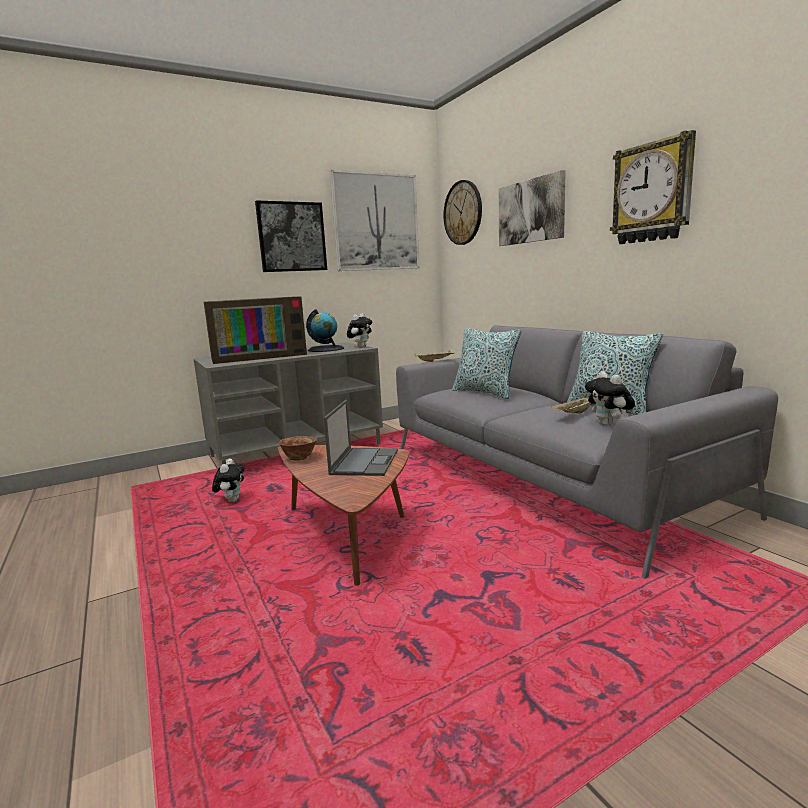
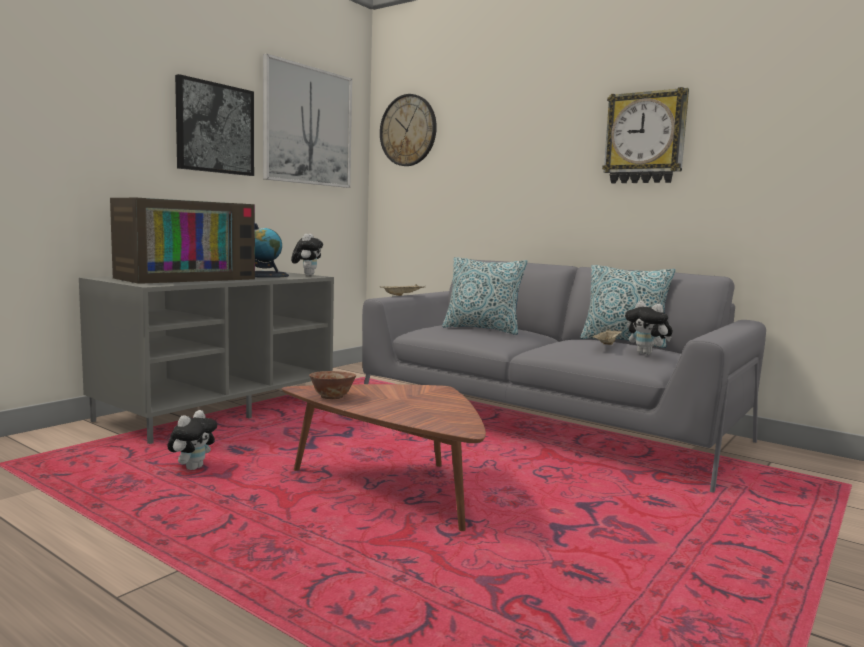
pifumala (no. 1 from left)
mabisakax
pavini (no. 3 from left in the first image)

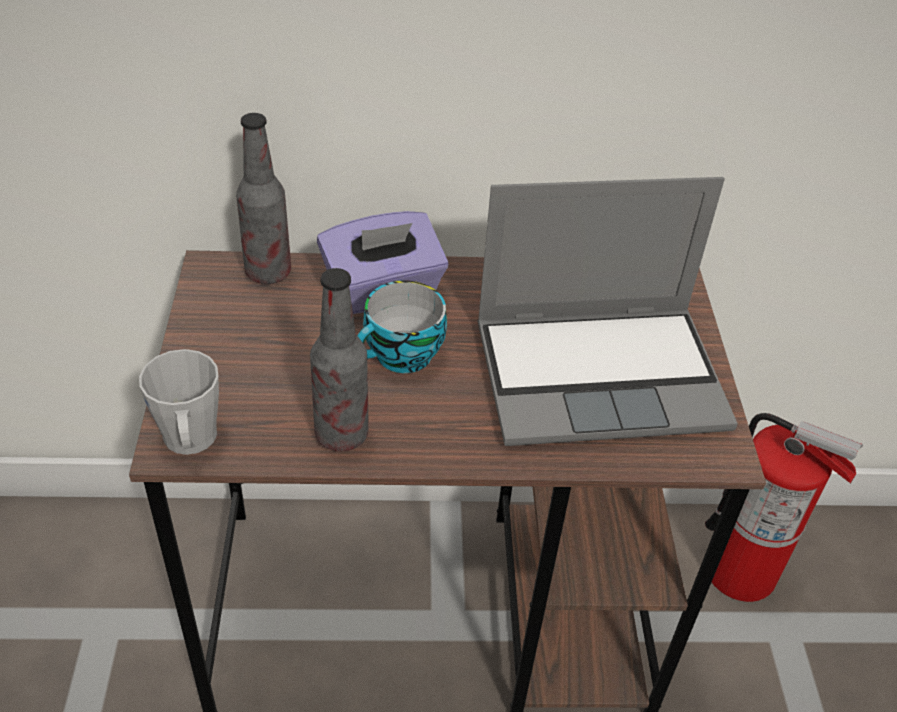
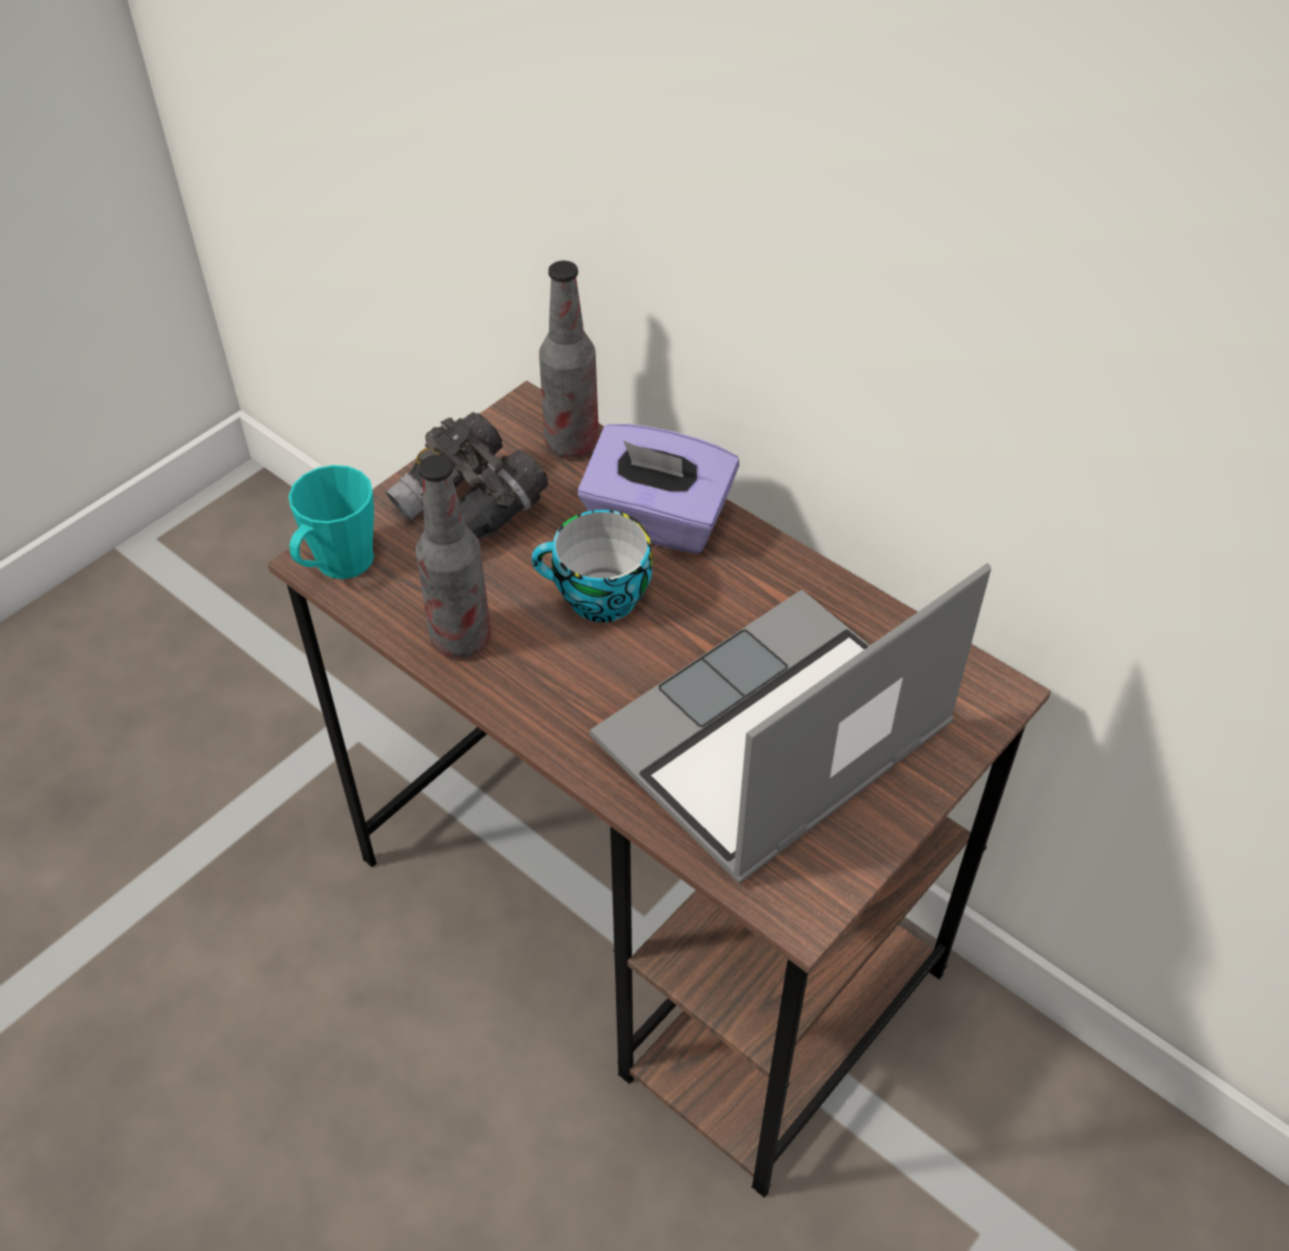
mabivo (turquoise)
mabisakax
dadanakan
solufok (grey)

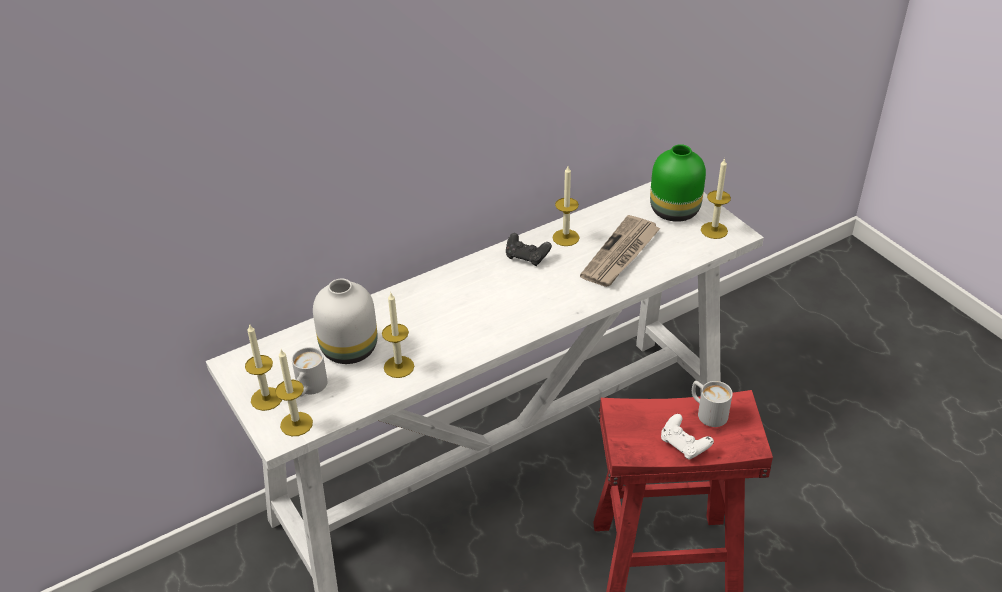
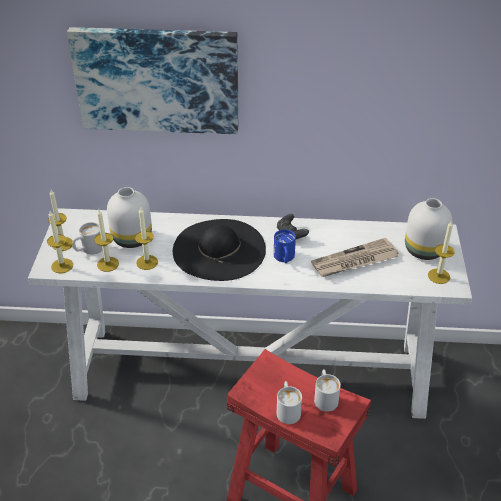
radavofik (no. 3 from left)
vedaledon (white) (no. 2 from left)
mabivo (white) (no. 2 from left)
pavini
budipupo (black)
mabivo (blue)

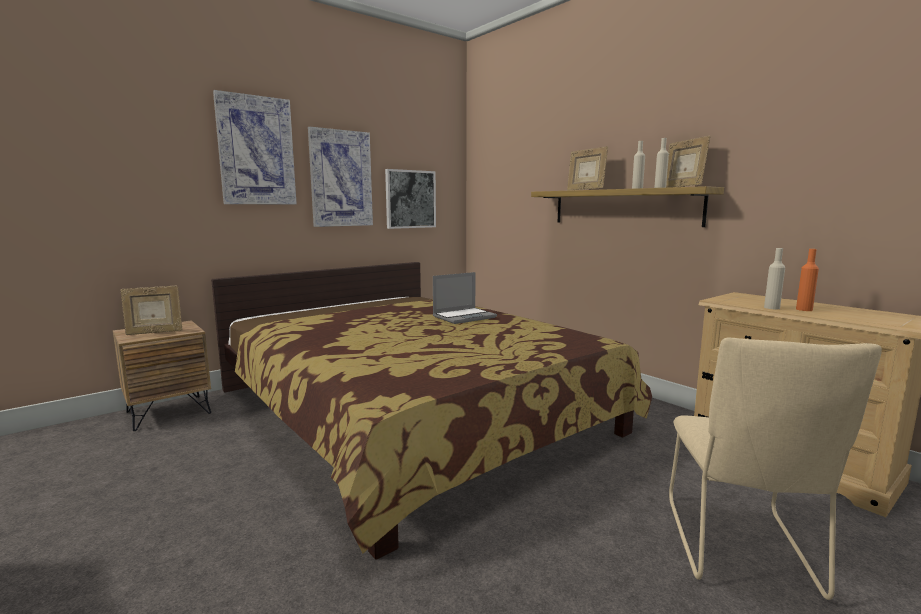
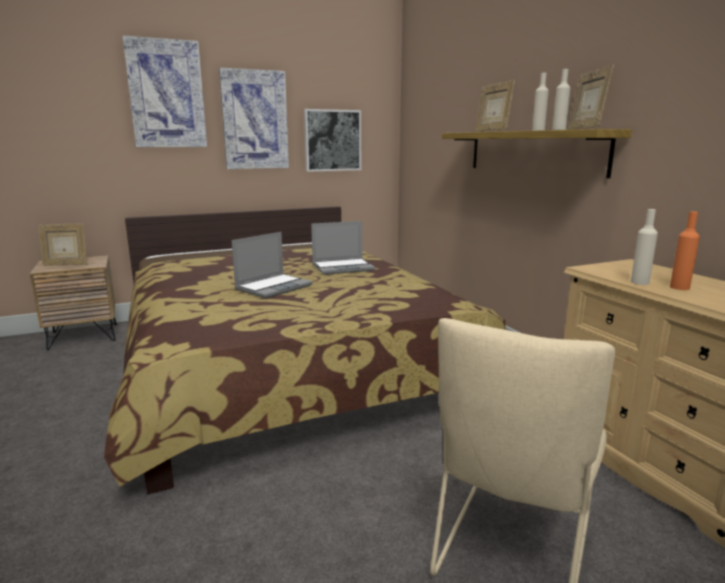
mabisakax (no. 1 from left)

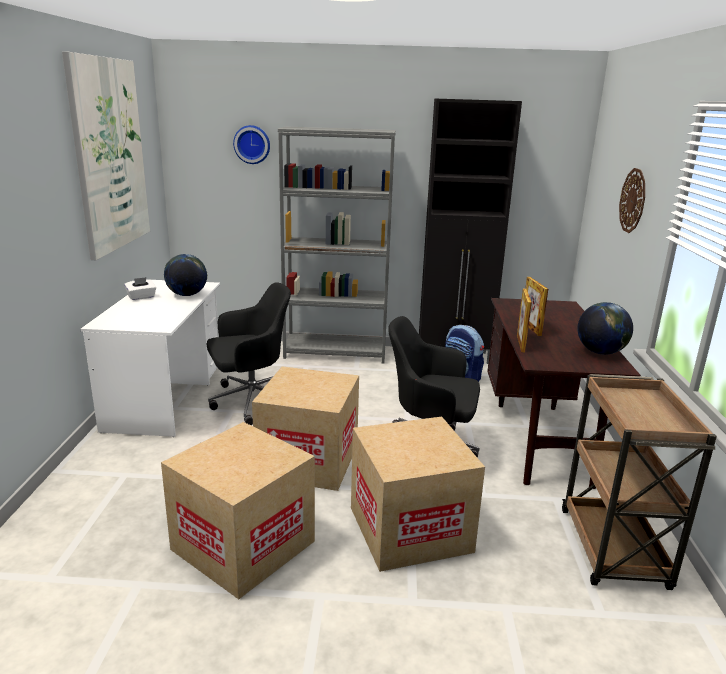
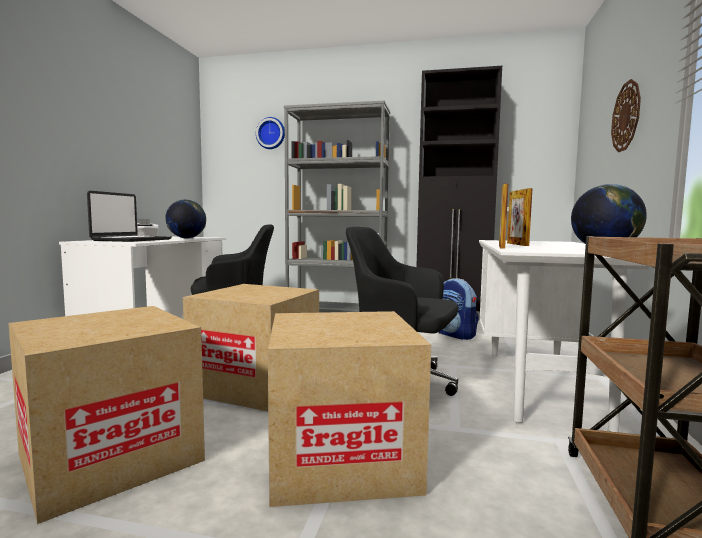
pavini
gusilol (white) (no. 2 from left)
mabisakax

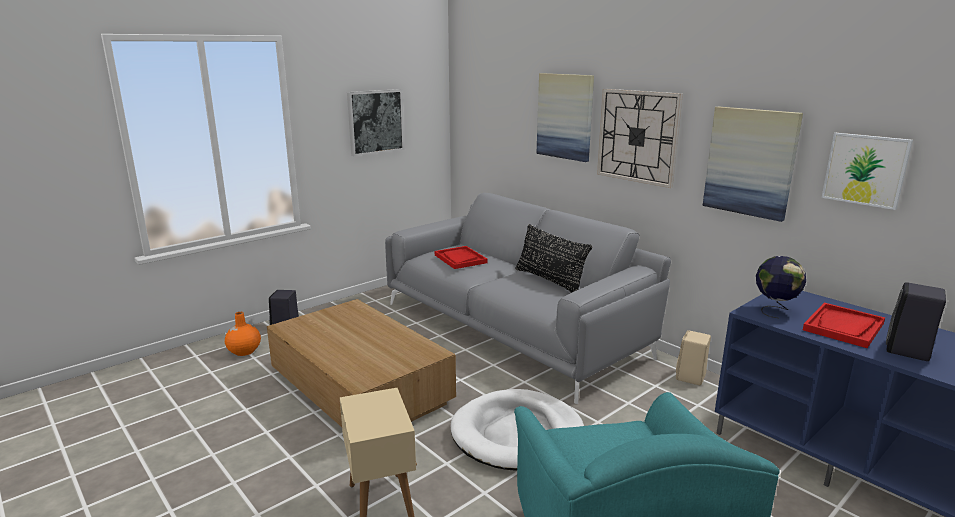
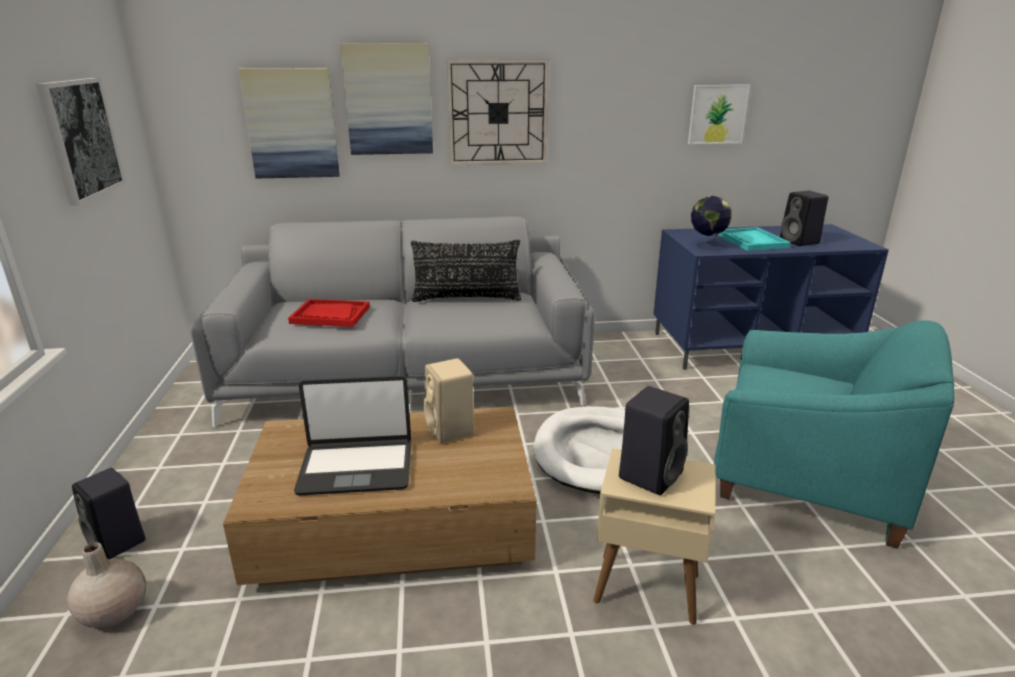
vedaledon (beige)
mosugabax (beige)
pavini (no. 2 from left)
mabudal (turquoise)
mabisakax
mosugabax (black) (no. 2 from left)

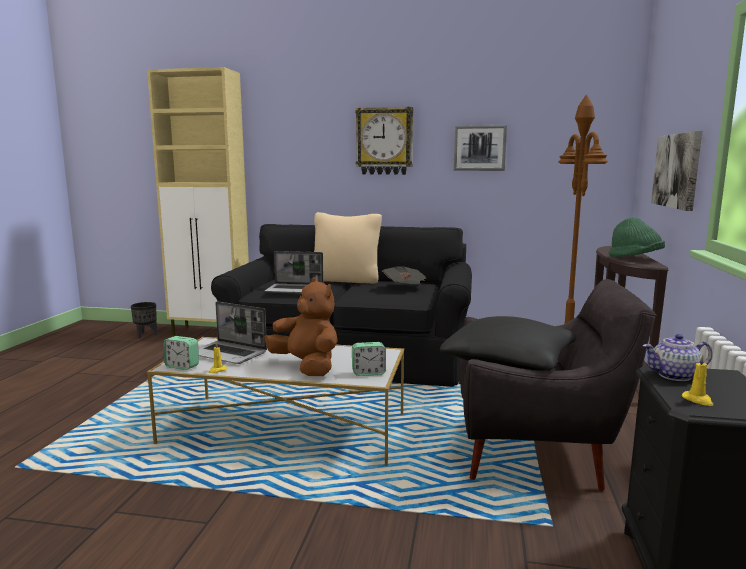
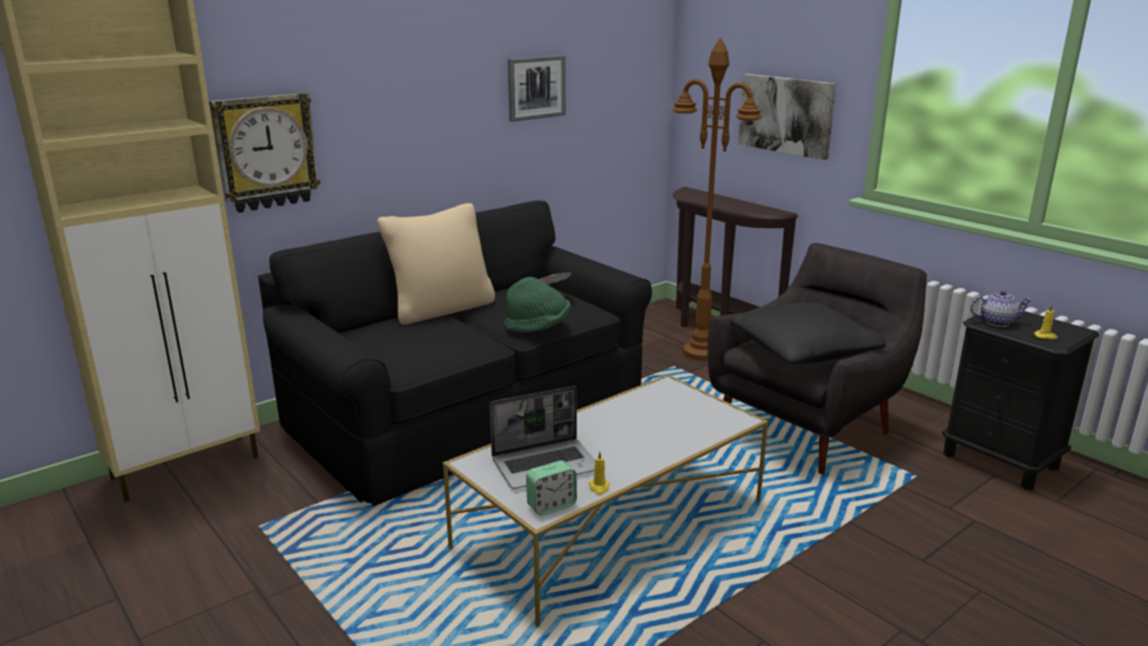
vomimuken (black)
pifumala (brown)
mabisakax (no. 2 from left in the first image)
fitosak (no. 2 from left in the first image)
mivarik
budipupo (green)
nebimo

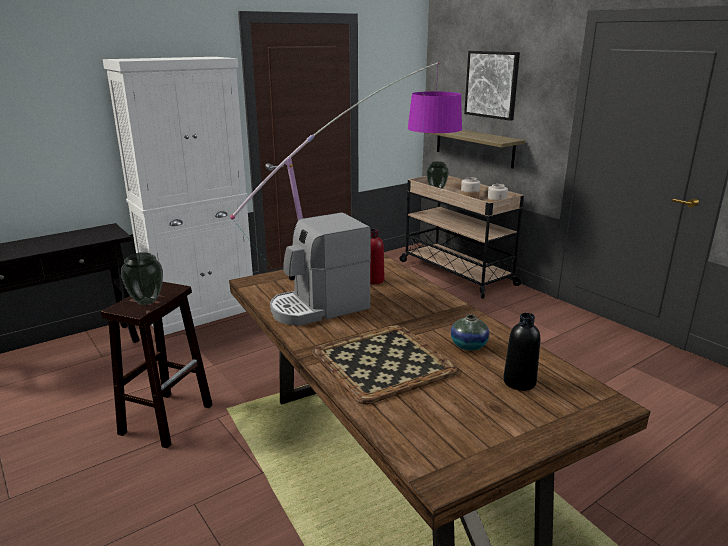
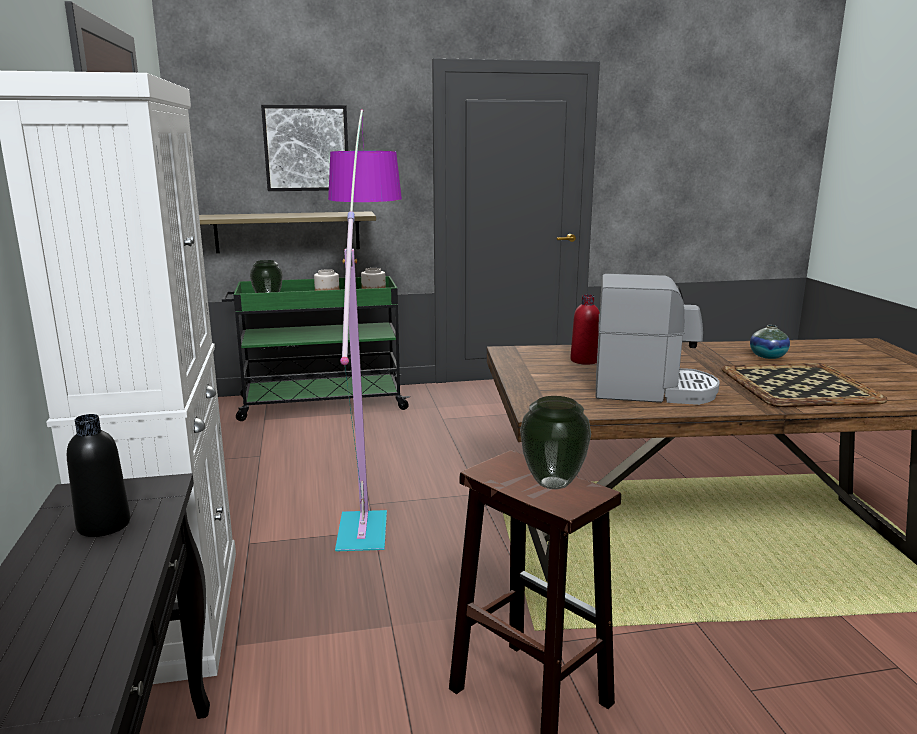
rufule
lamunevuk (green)
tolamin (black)

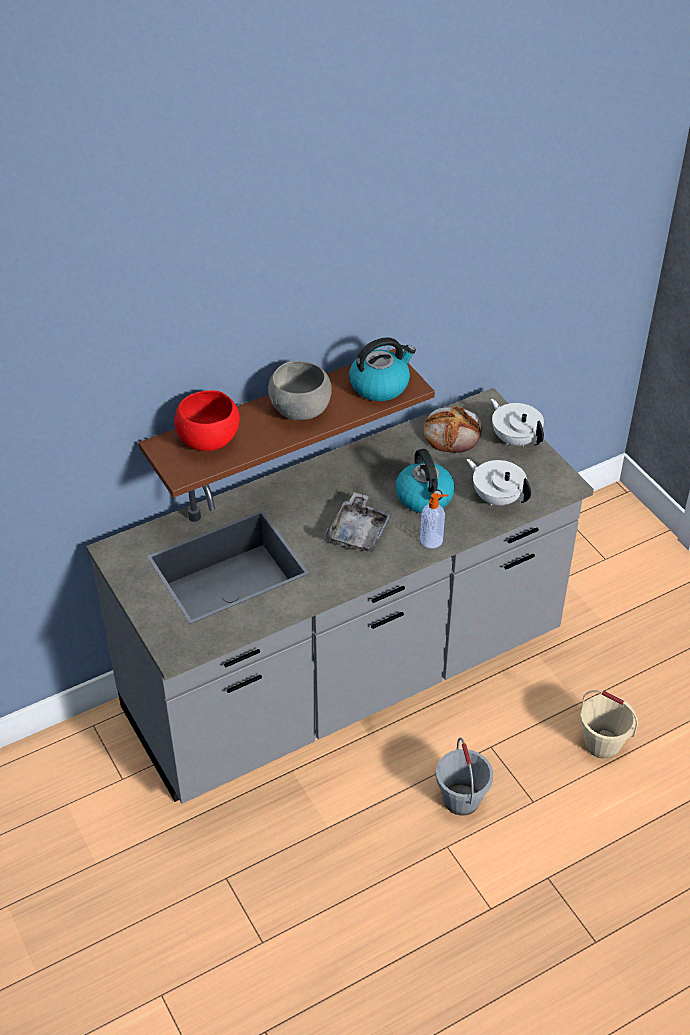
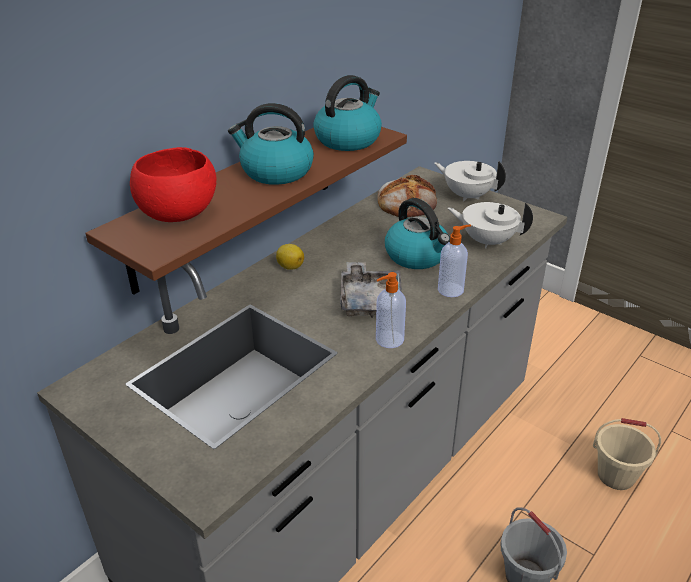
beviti (no. 1 from left)
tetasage
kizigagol (no. 1 from left)

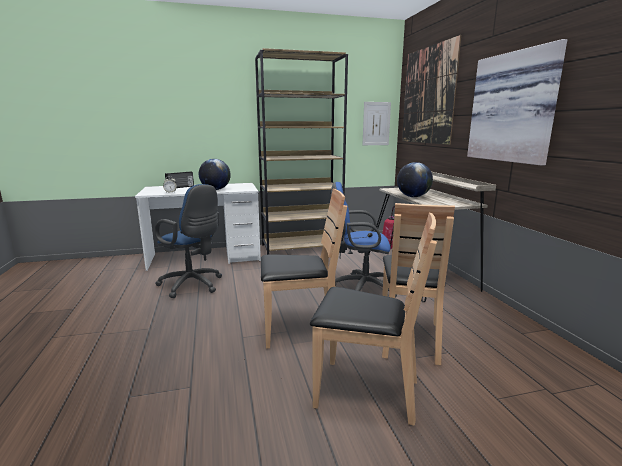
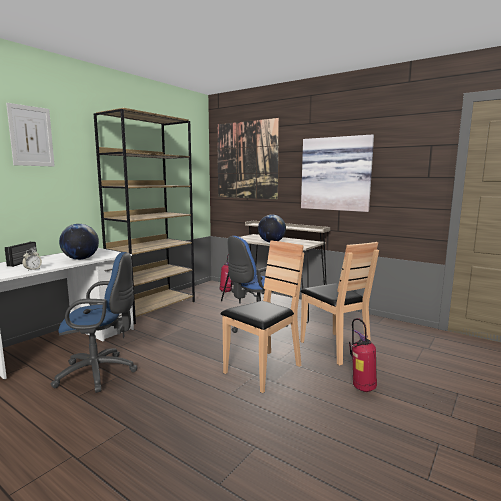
dadanakan (no. 2 from left)
pavini (no. 1 from left)

